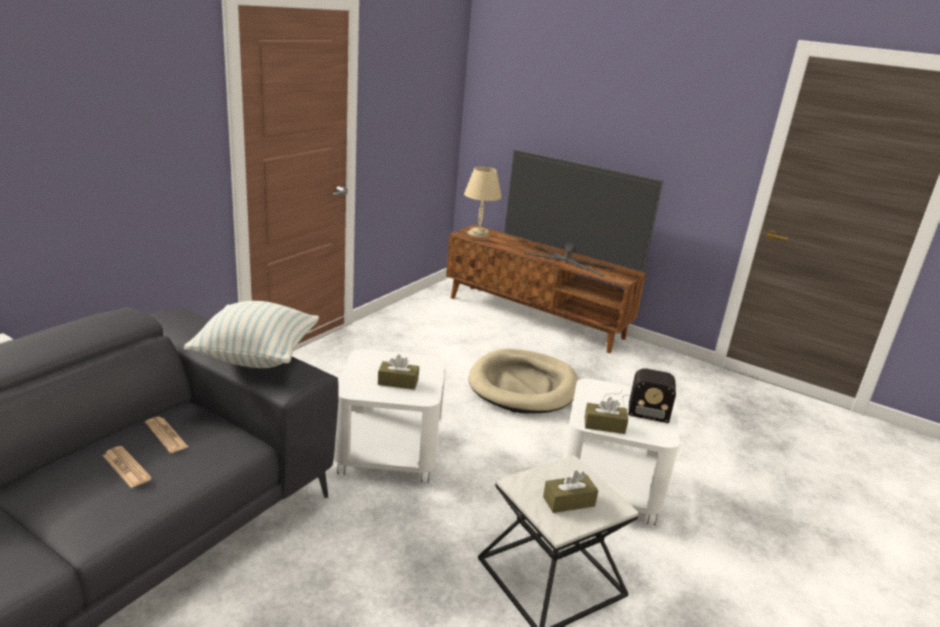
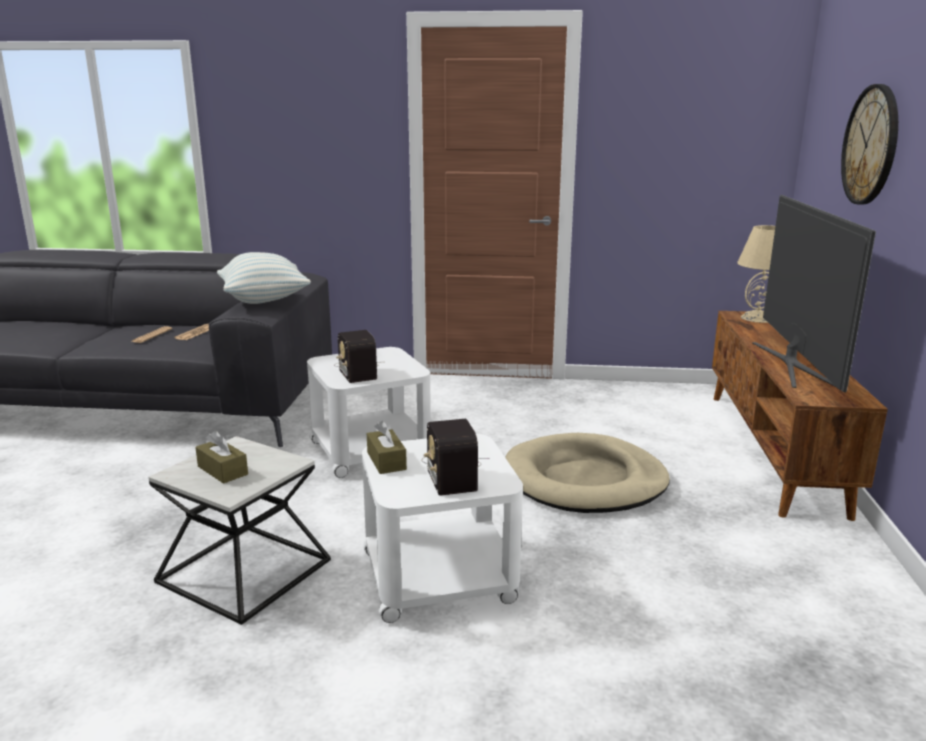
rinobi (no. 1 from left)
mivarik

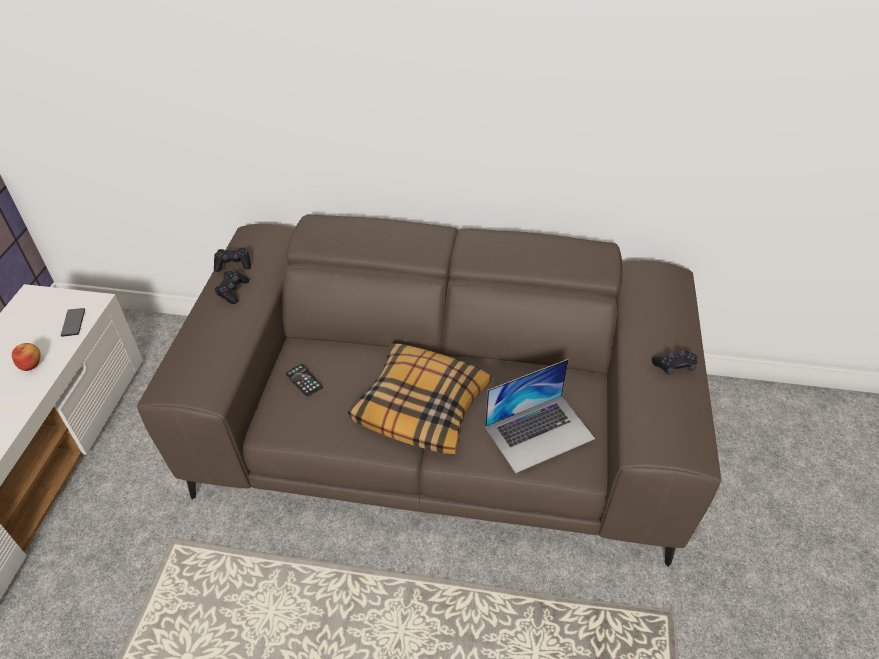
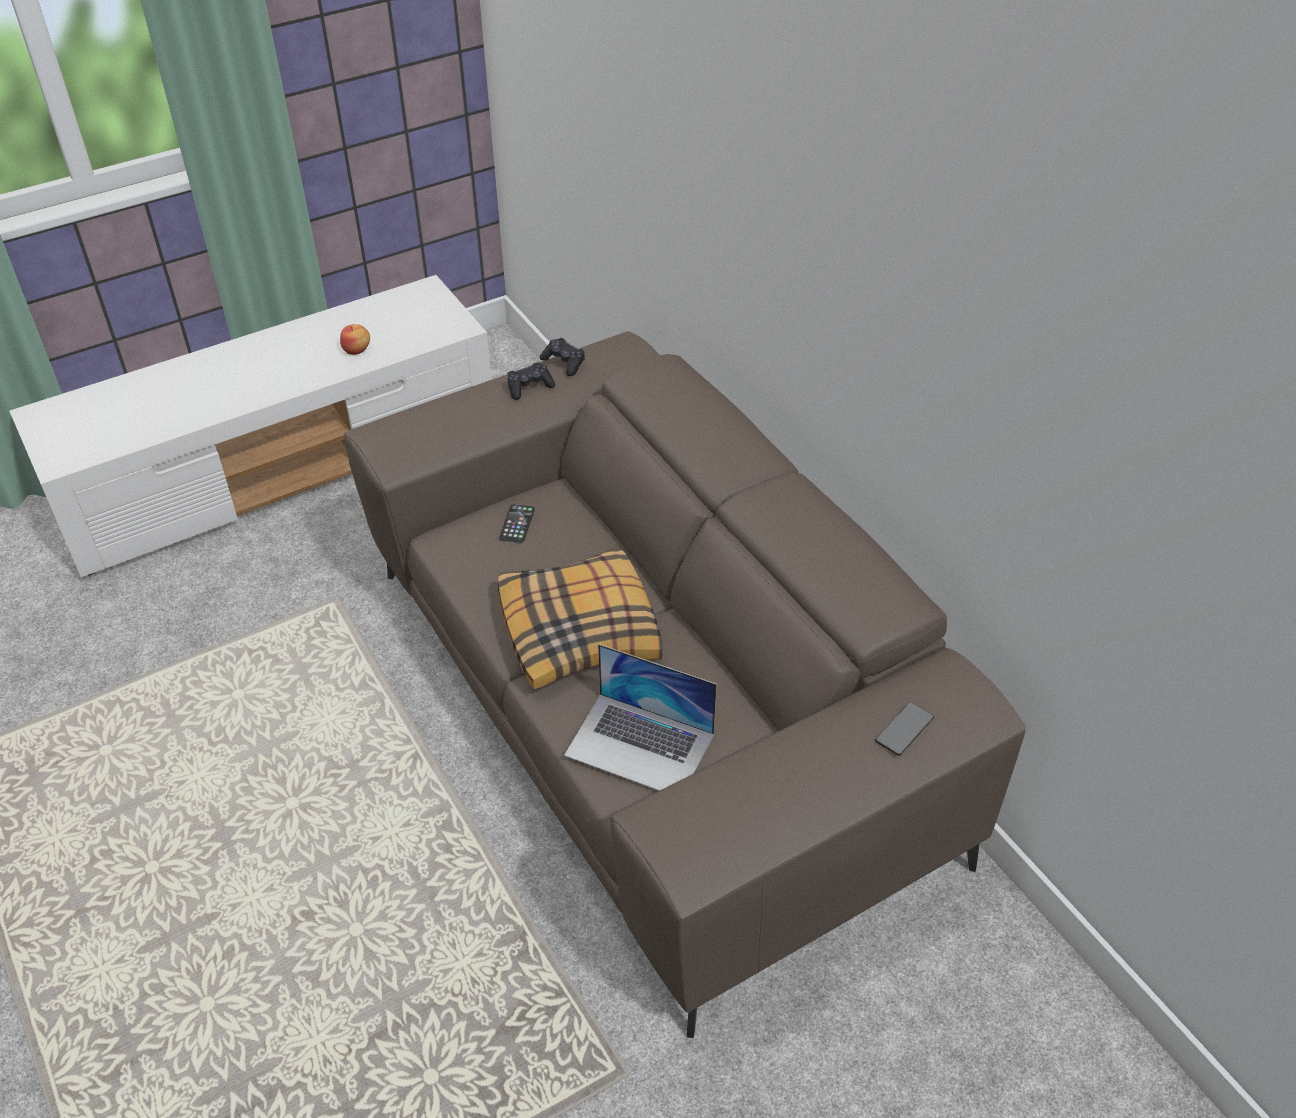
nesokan (no. 2 from left)
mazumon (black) (no. 3 from left in the first image)

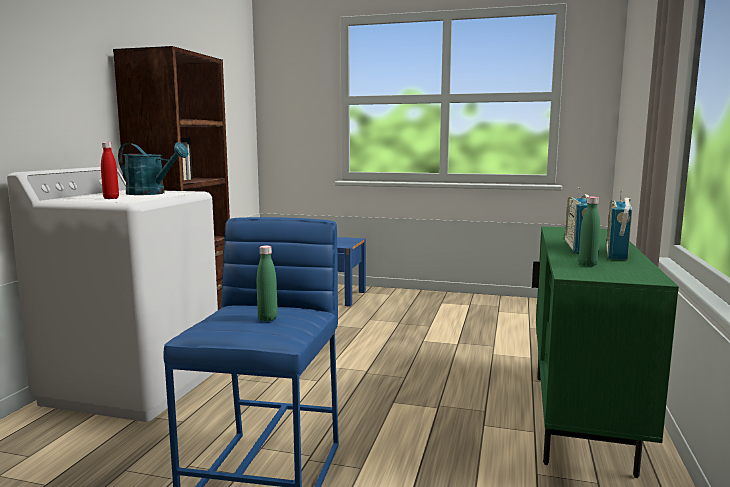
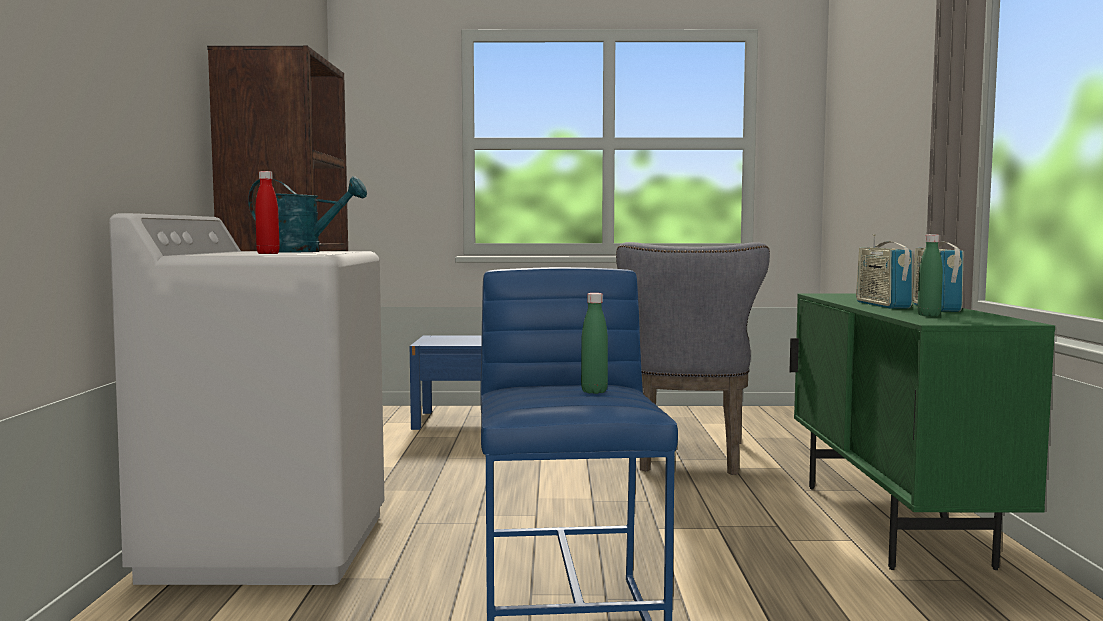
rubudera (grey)

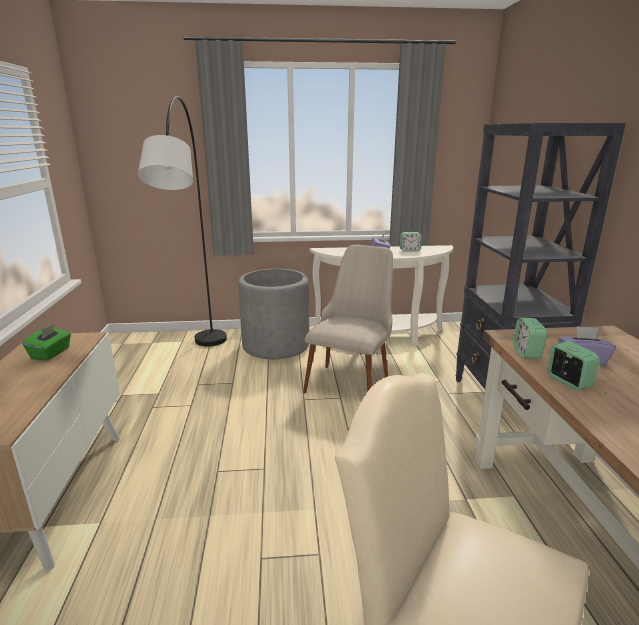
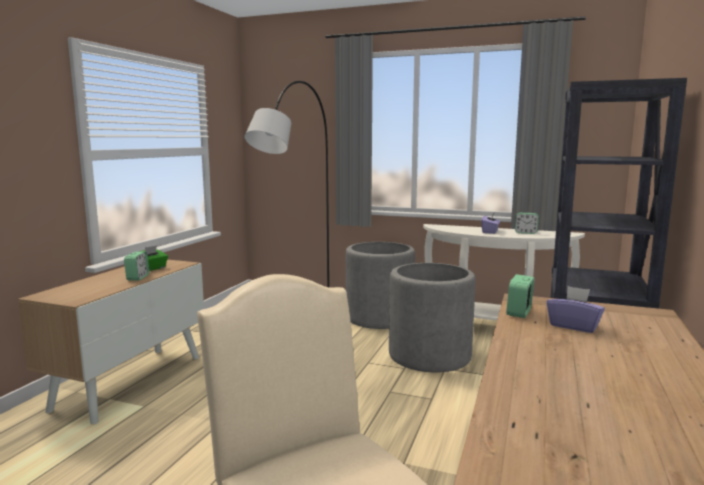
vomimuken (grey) (no. 2 from left)
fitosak (no. 1 from left)

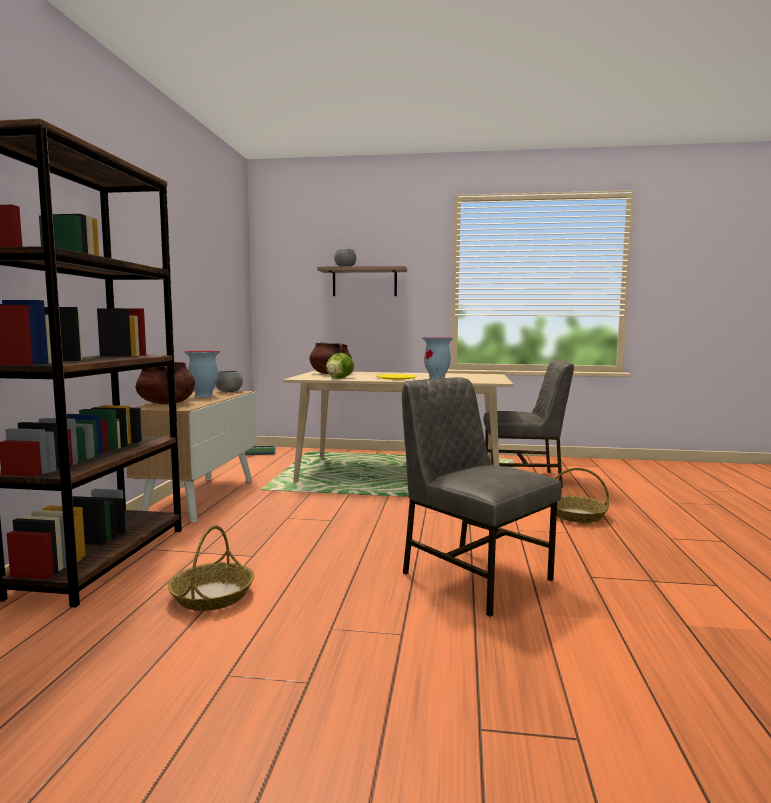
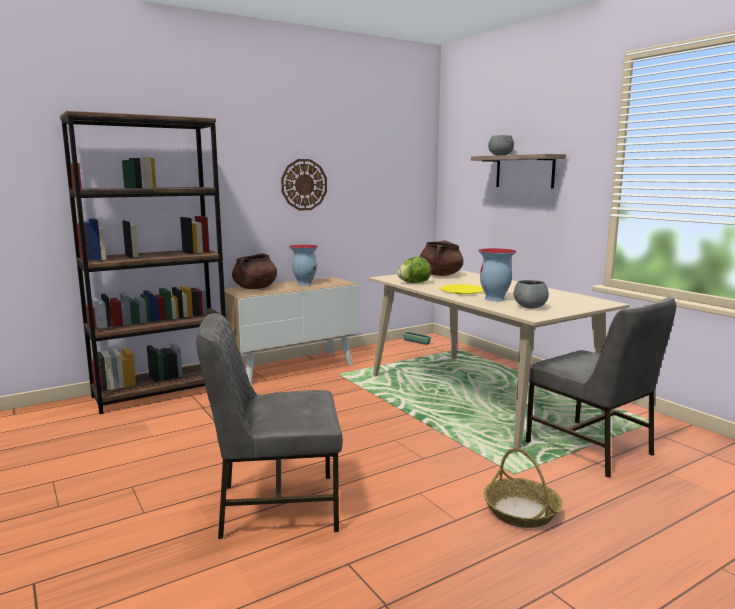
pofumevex (no. 1 from left in the first image)
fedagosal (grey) (no. 2 from left)
rubudera (grey) (no. 1 from left)
mivarik

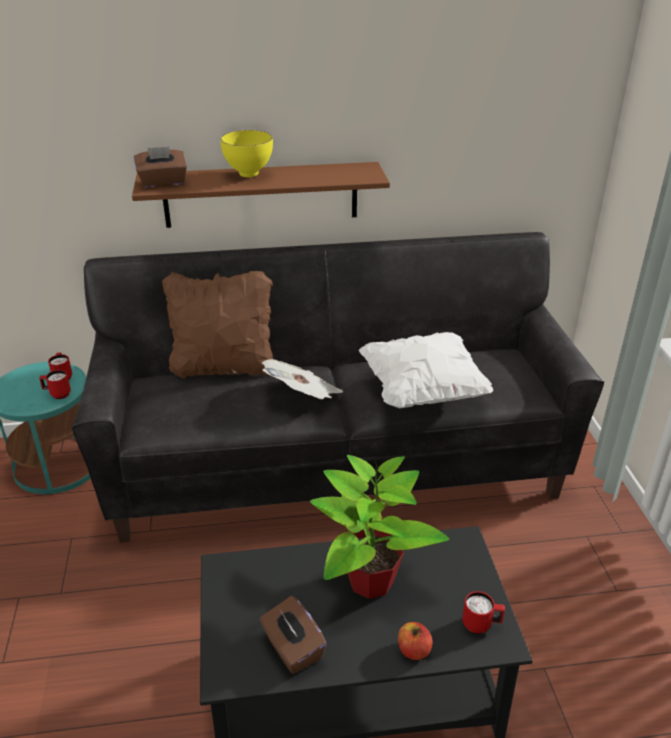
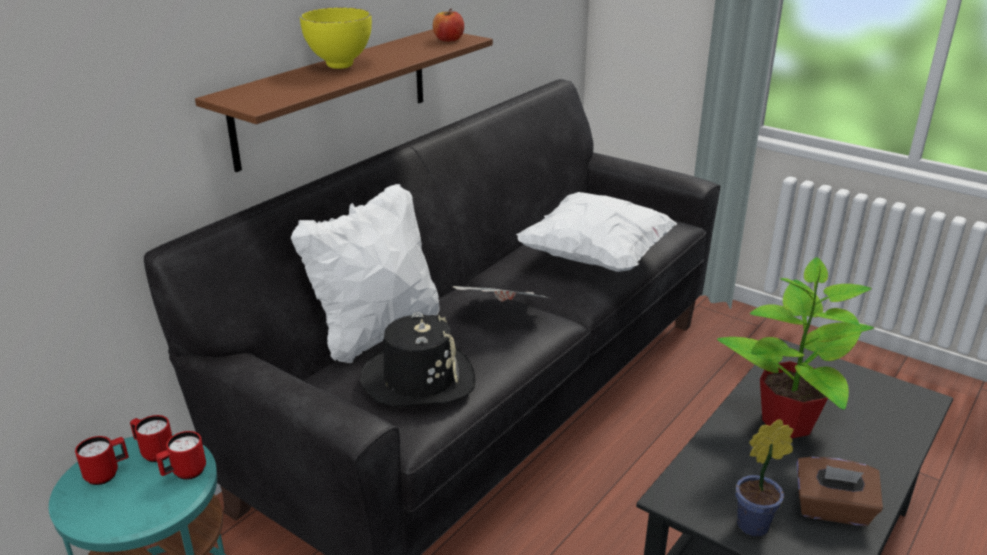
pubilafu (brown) (no. 1 from left in the first image)
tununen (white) (no. 1 from left)
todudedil
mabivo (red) (no. 1 from left)
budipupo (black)
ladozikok (no. 1 from left)

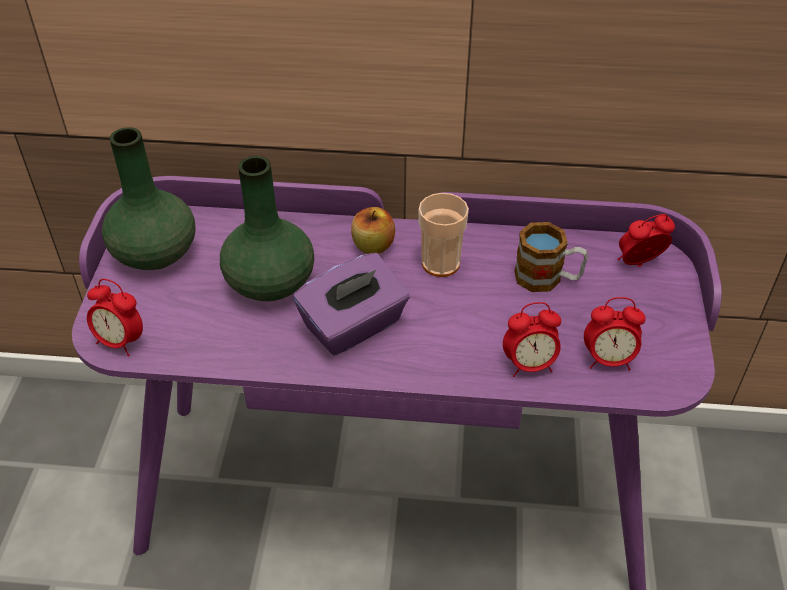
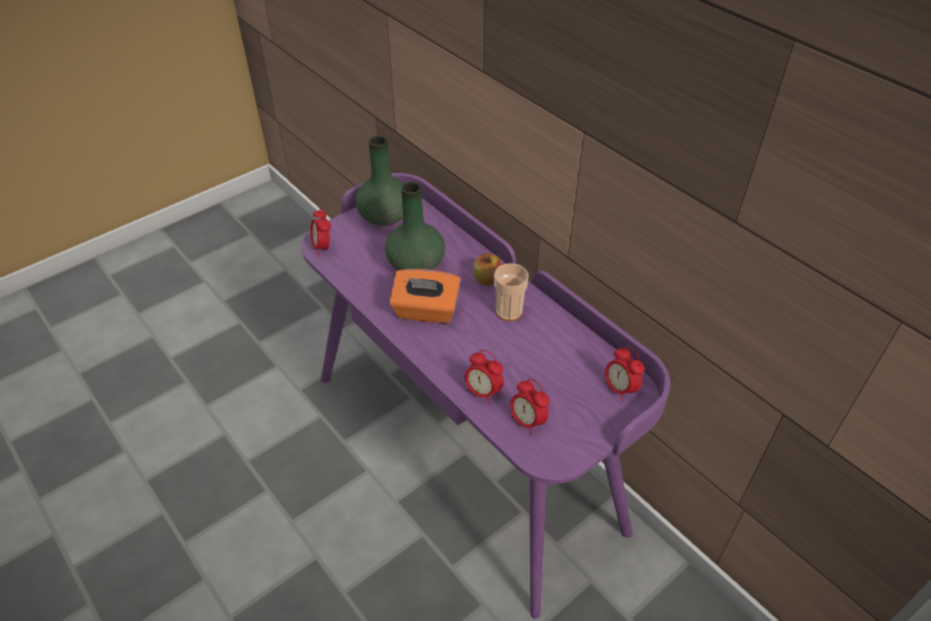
pubilafu (orange)
mabivo
fitosak (no. 4 from left)

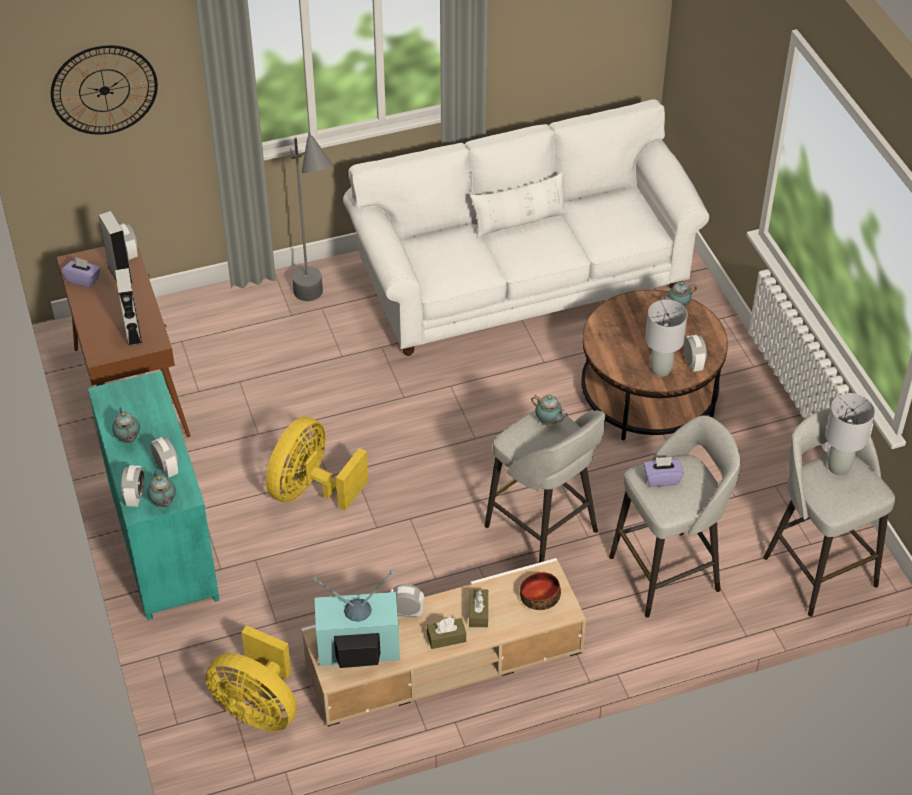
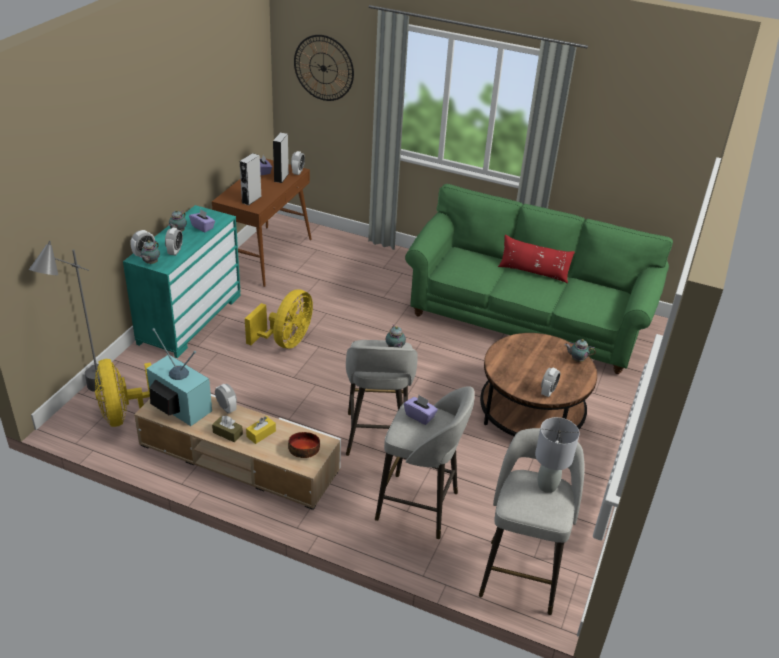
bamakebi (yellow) (no. 2 from left)
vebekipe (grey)
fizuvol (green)
pubilafu (yellow)
tununen (red)
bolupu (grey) (no. 1 from left in the first image)
pubilafu (purple) (no. 1 from left)

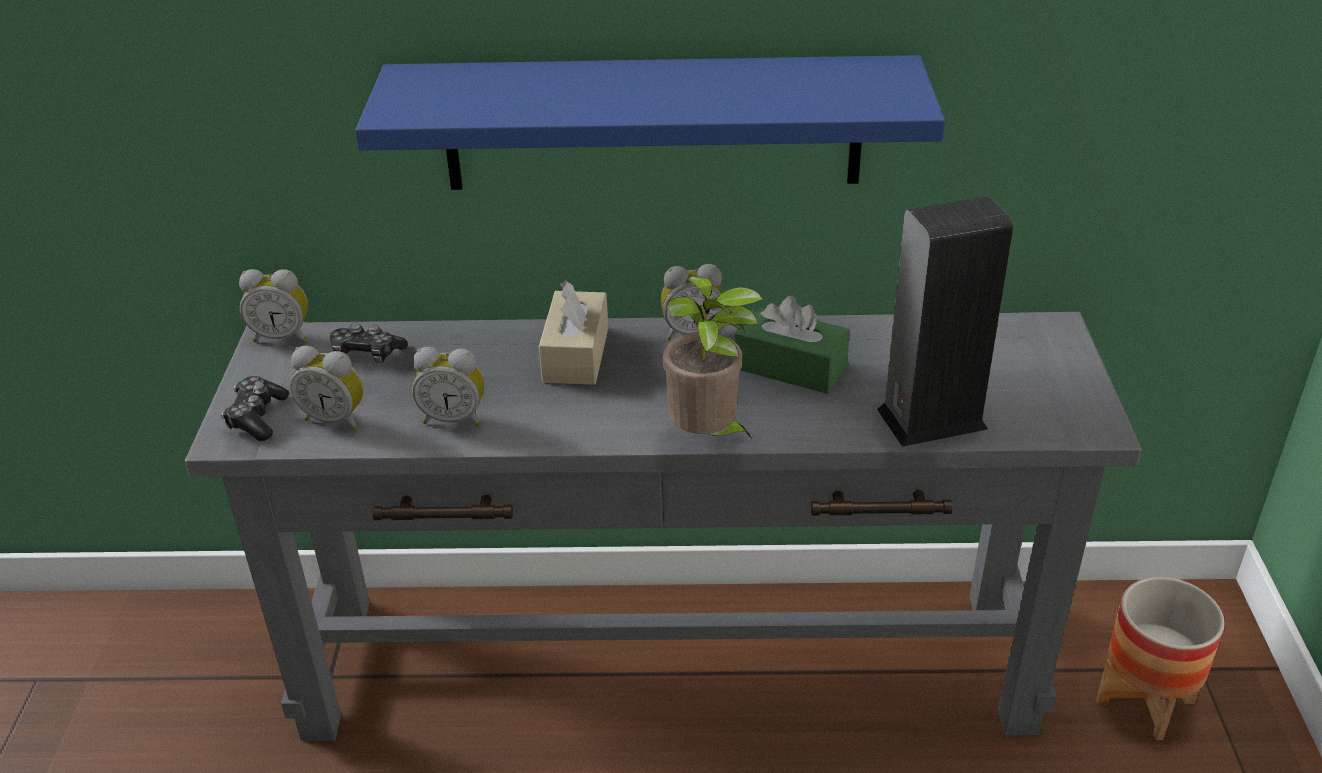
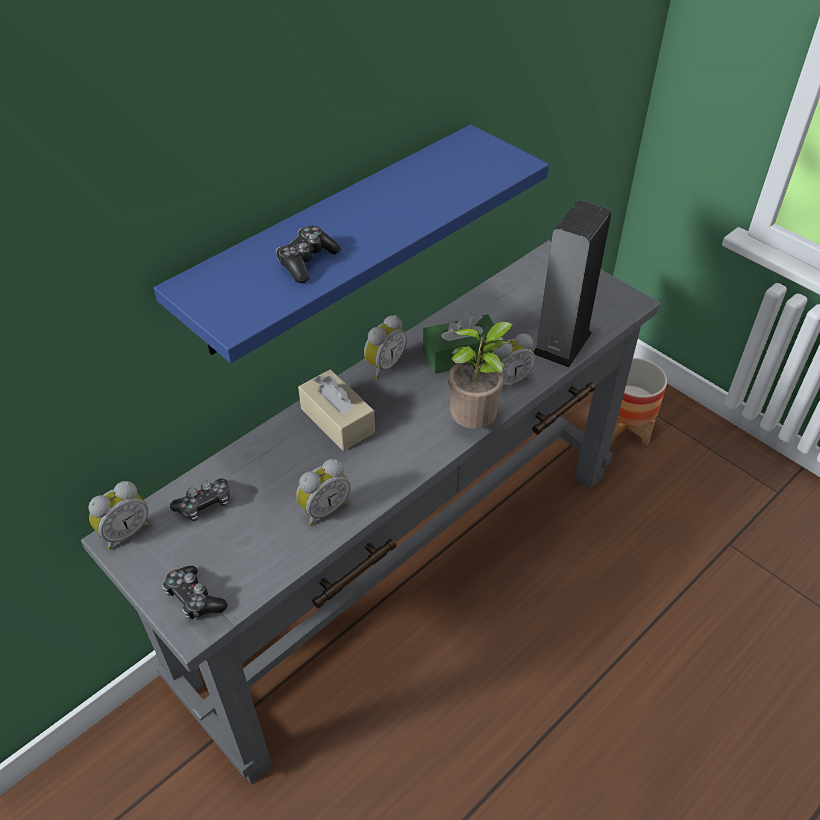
fitosak (no. 4 from left)
mazumon (no. 3 from left)

